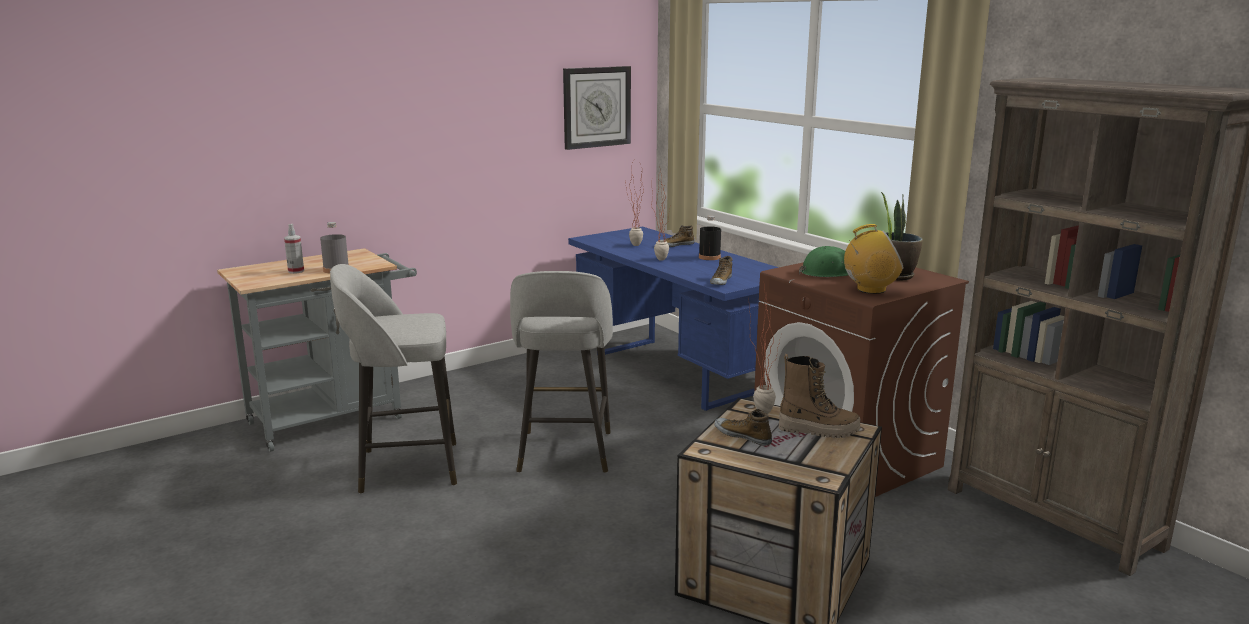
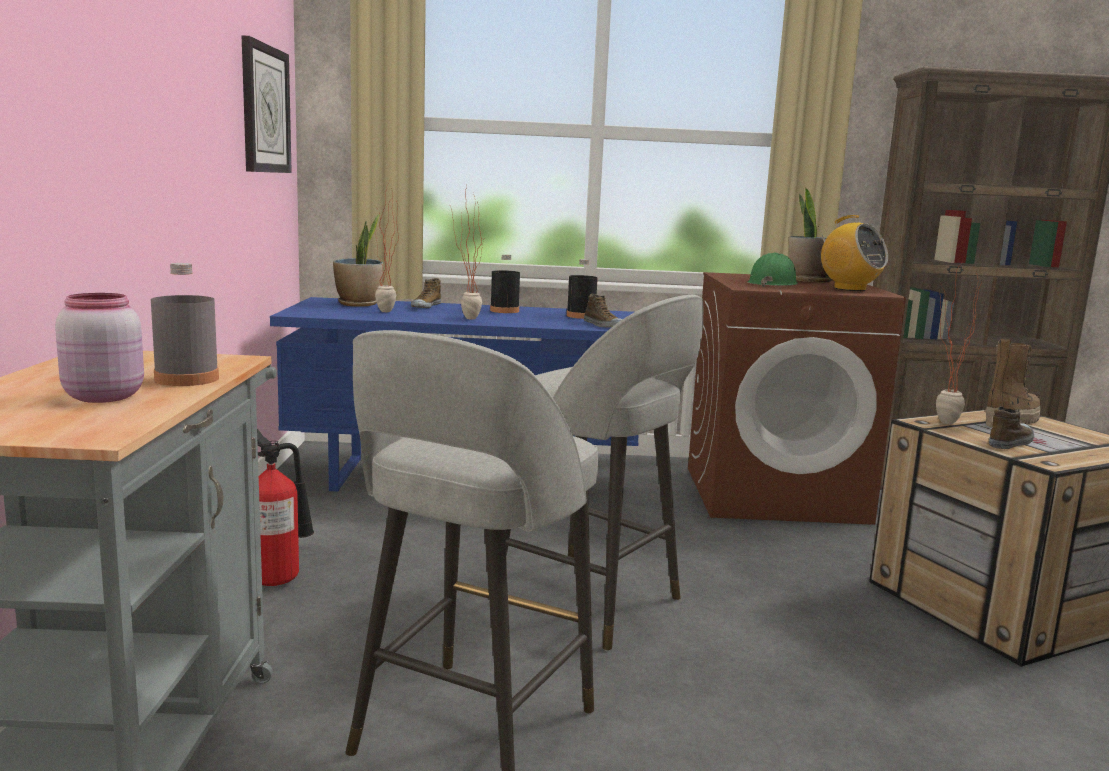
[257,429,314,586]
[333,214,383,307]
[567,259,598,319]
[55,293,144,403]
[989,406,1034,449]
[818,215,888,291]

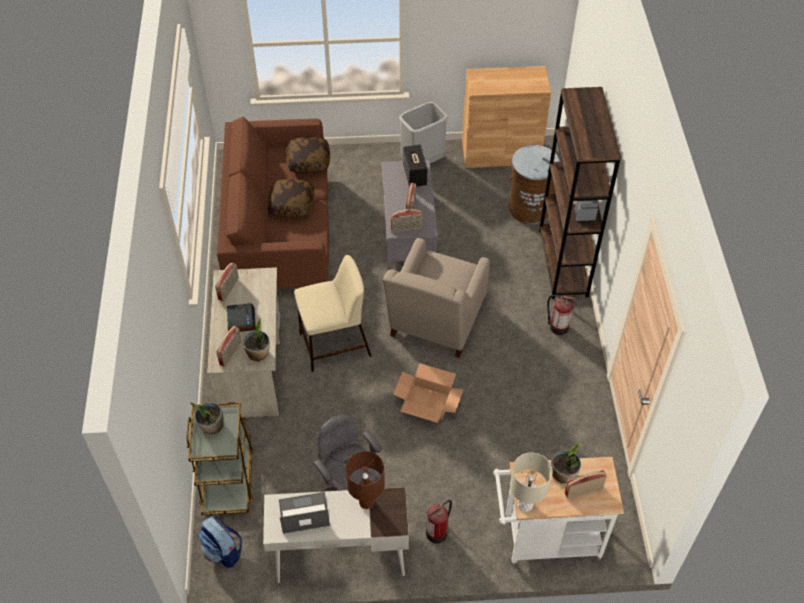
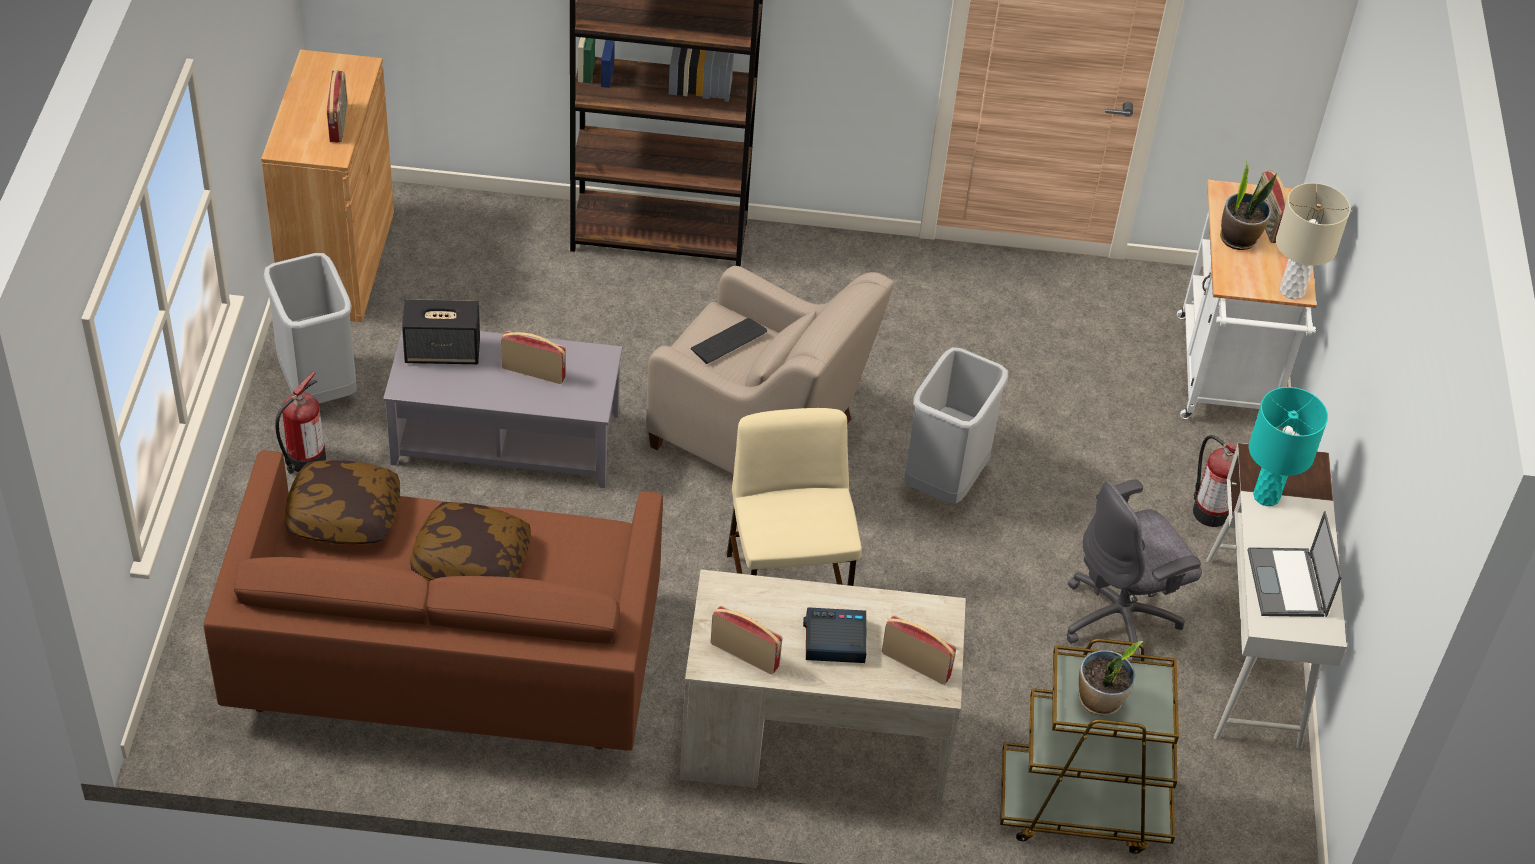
[198,517,242,568] (first image)
[243,318,270,362] (first image)
[509,145,560,225] (first image)
[691,318,767,364]
[327,70,347,142]
[275,371,326,474]
[904,347,1008,504]
[1249,387,1328,506]

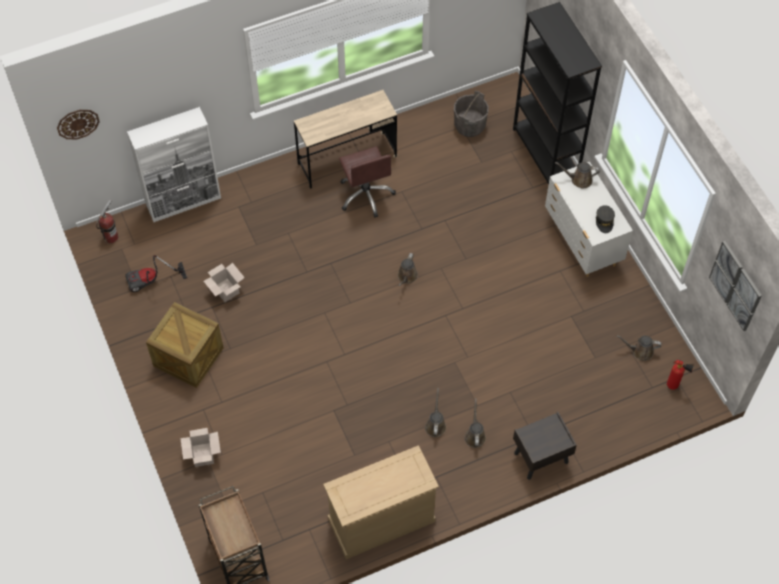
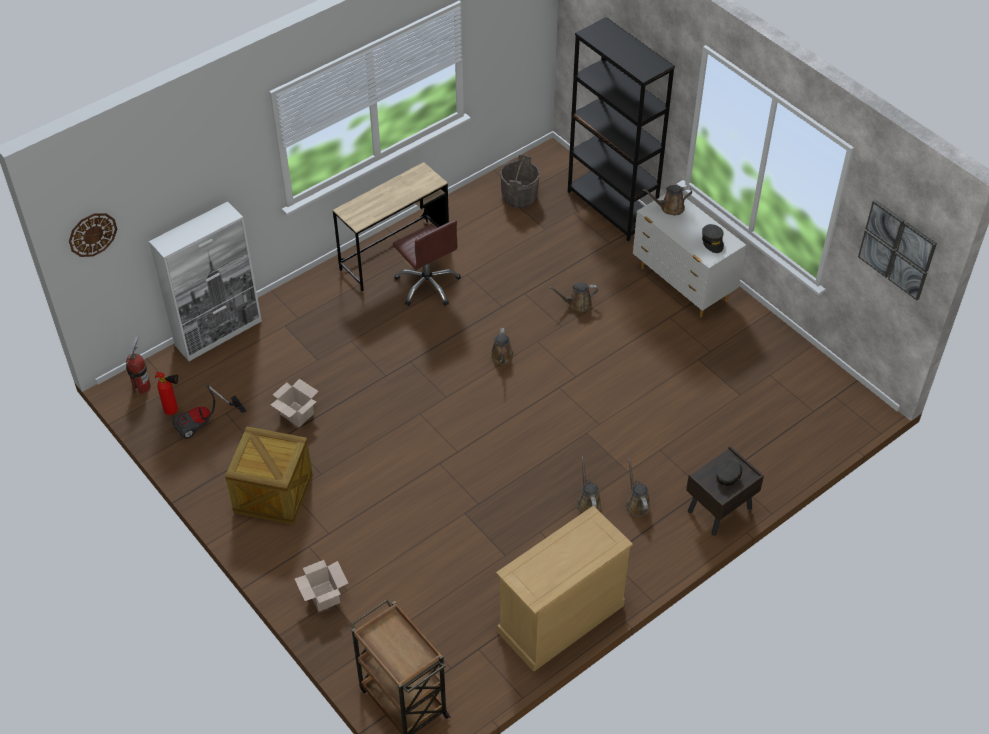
[716,459,742,486]
[549,282,598,312]
[155,372,179,415]

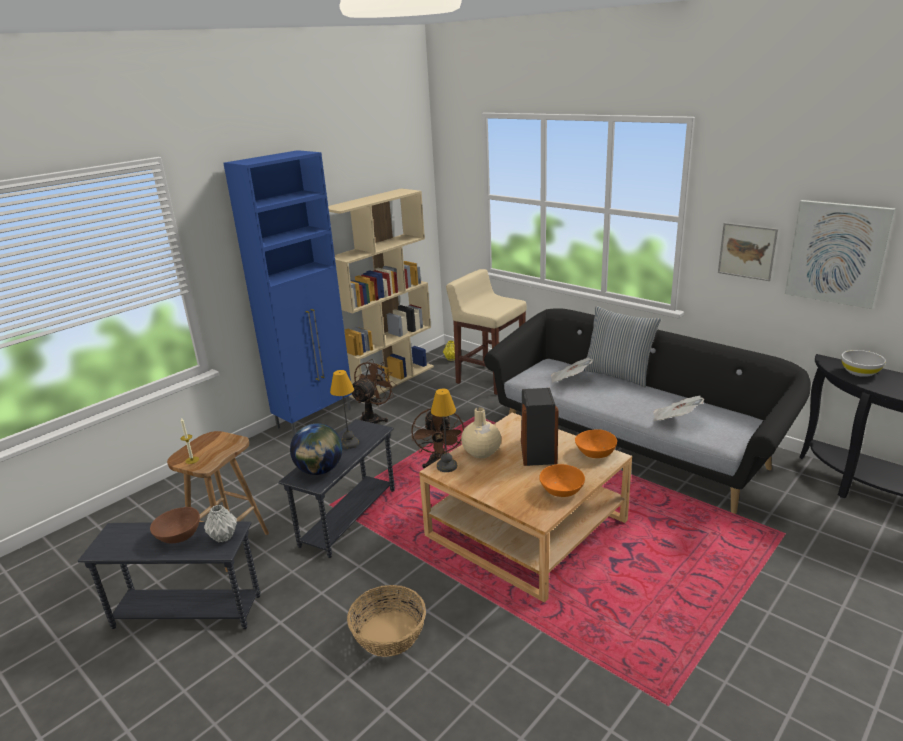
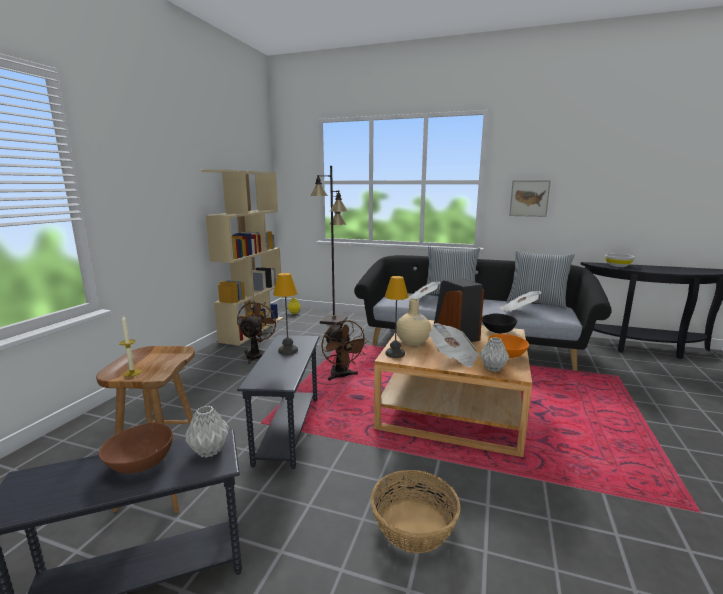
[223,150,352,437] (first image)
[290,423,343,475] (first image)
[785,200,895,309] (first image)
[429,323,480,368]
[480,337,509,372]
[507,250,575,309]
[310,166,348,325]
[482,313,517,334]

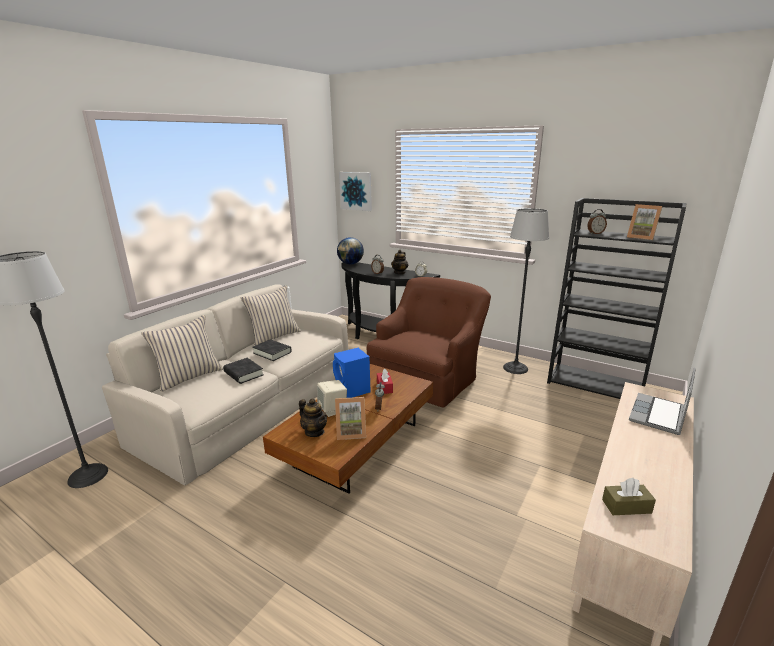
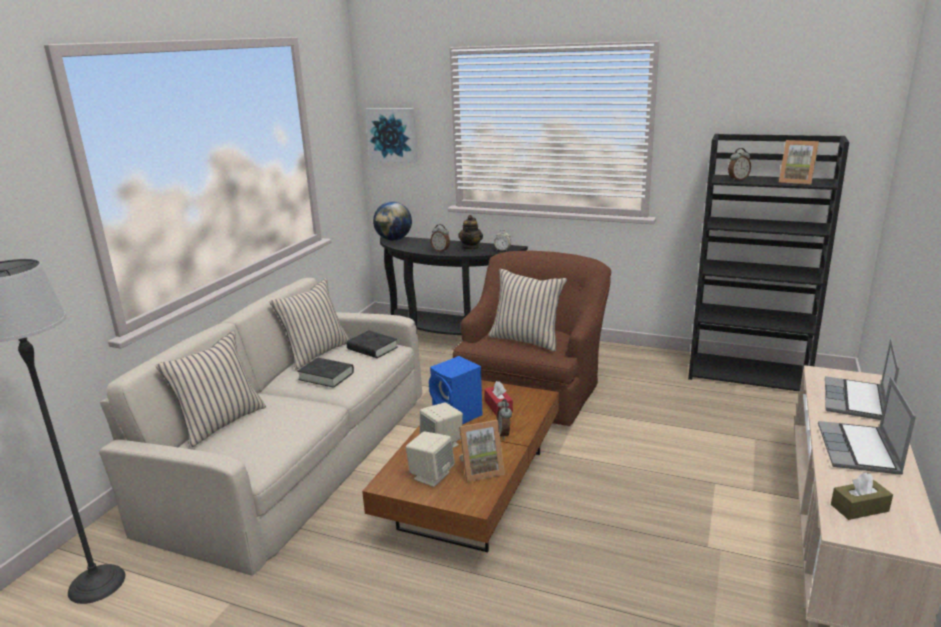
[503,208,549,374] (first image)
[488,269,567,352]
[818,377,916,475]
[346,330,398,358]
[406,431,455,487]

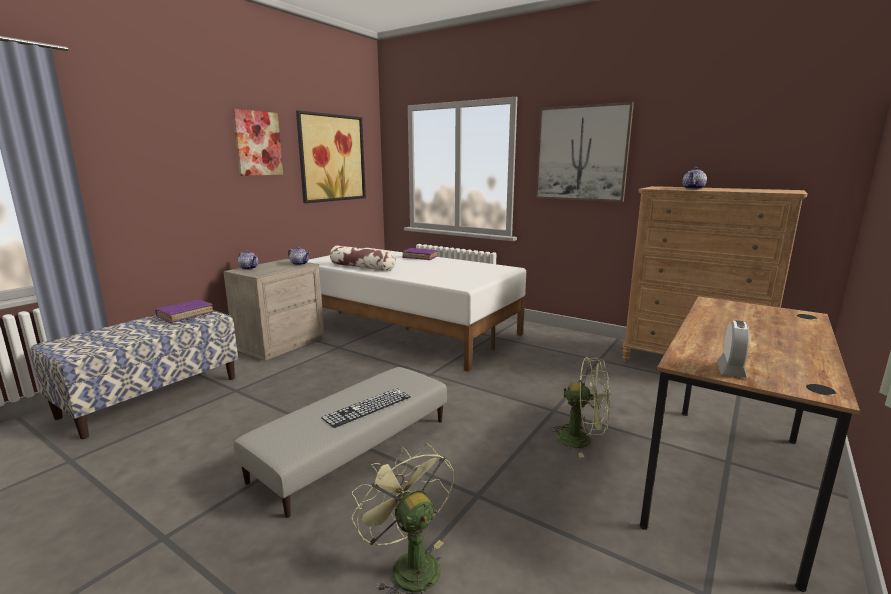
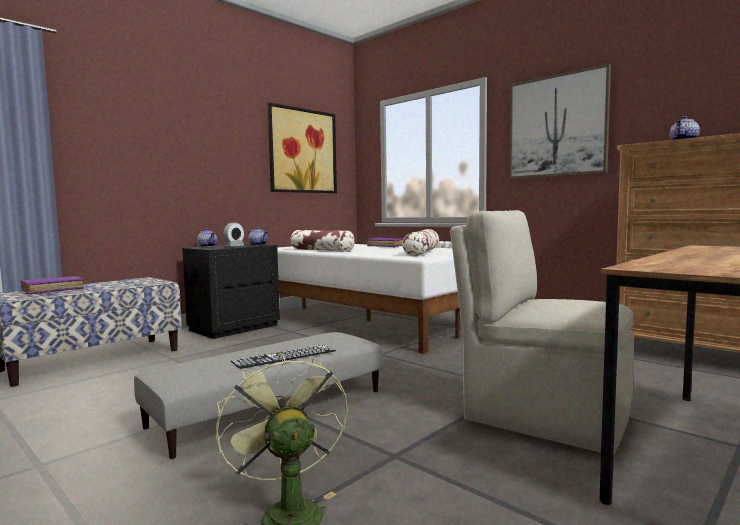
[232,109,283,176] (first image)
[402,229,439,256]
[20,276,84,294]
[223,222,244,247]
[450,210,634,453]
[182,244,280,339]

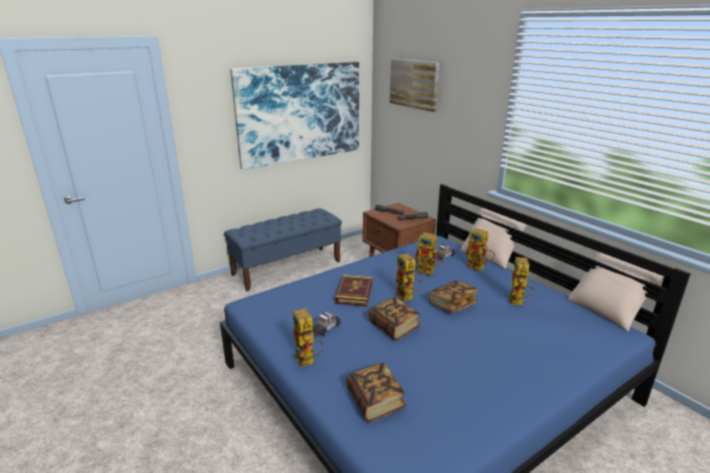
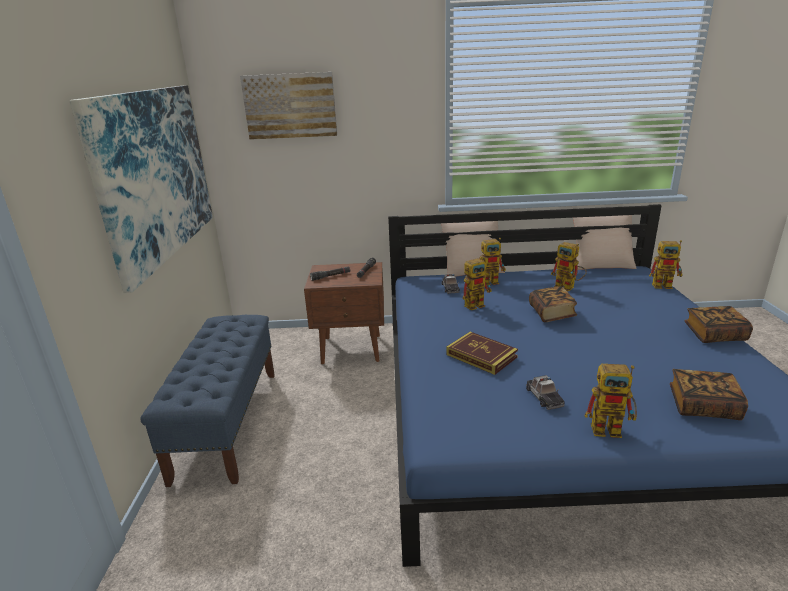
[684,306,753,343]
[649,240,683,289]

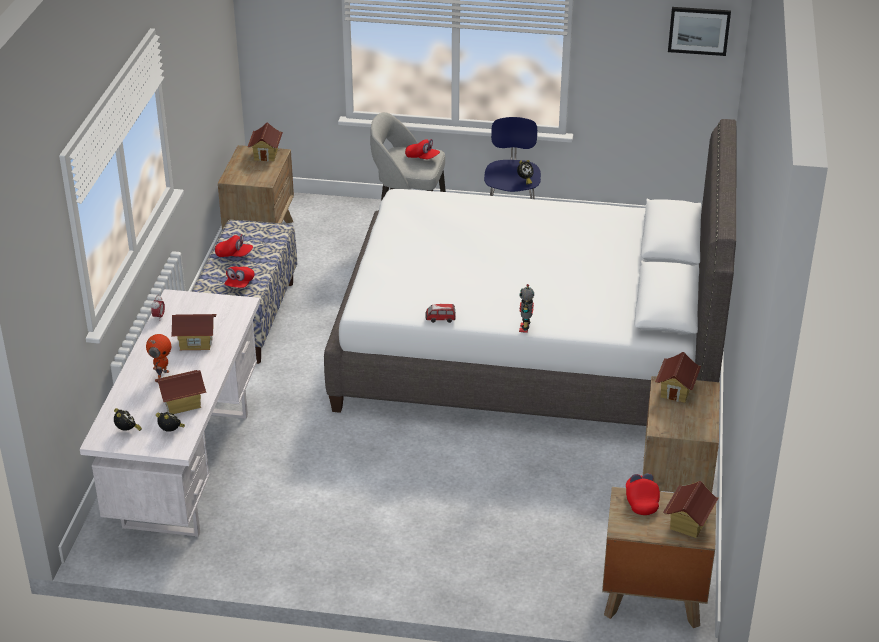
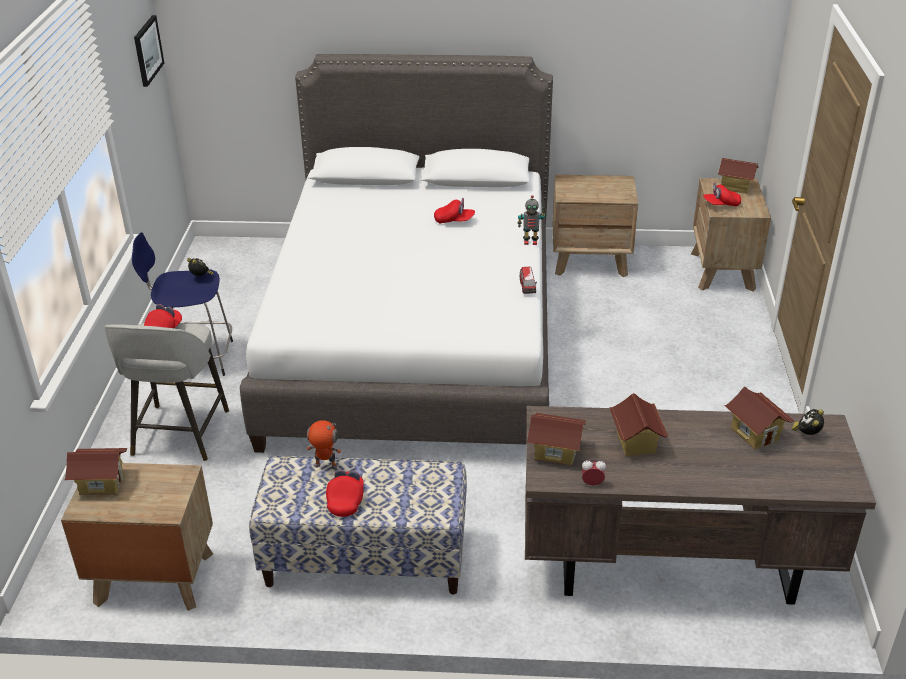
[114,408,142,431] (first image)
[306,420,341,469]
[434,198,475,223]
[527,413,586,465]
[525,406,876,605]

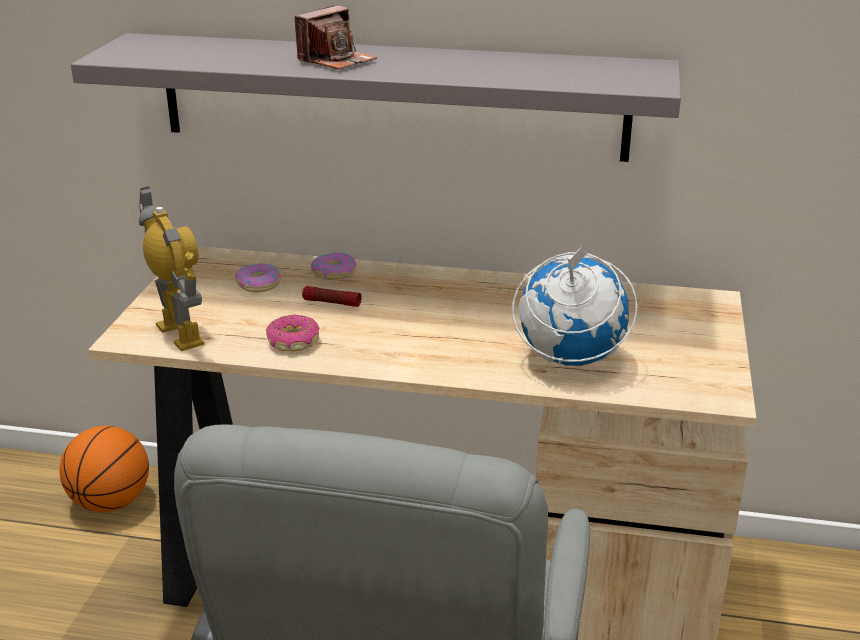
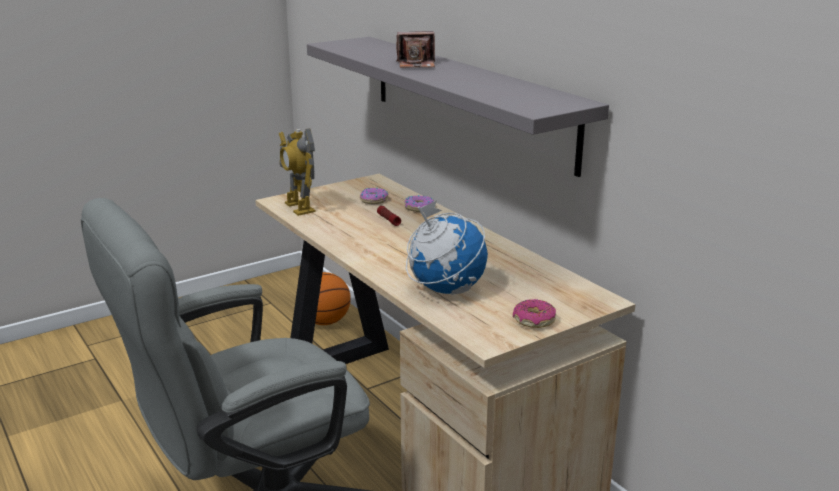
[513,299,556,328]
[279,128,316,216]

